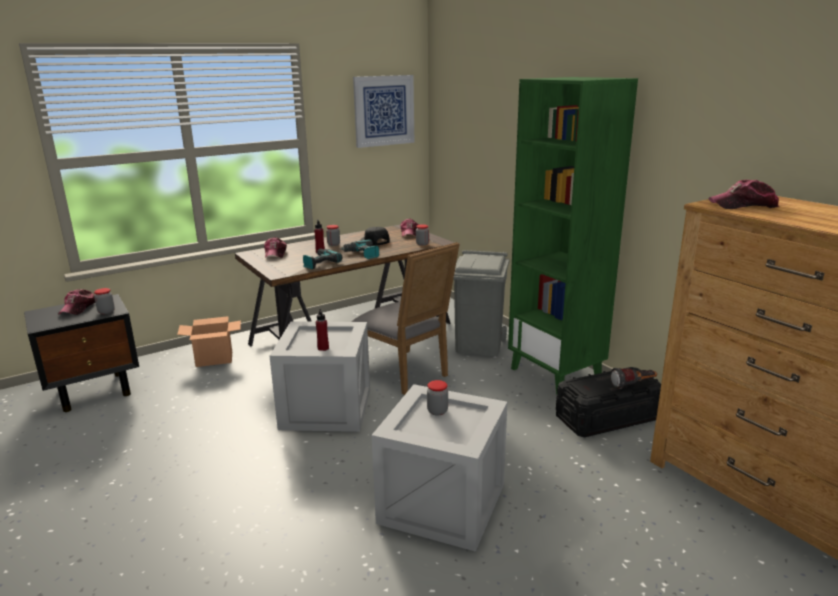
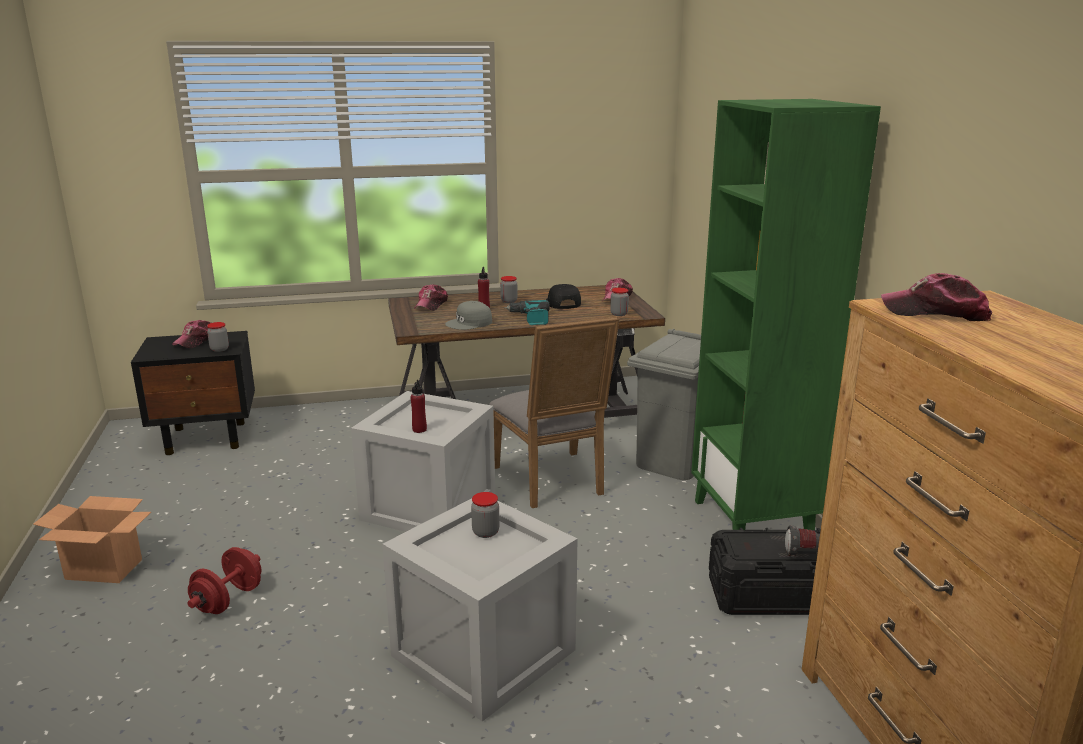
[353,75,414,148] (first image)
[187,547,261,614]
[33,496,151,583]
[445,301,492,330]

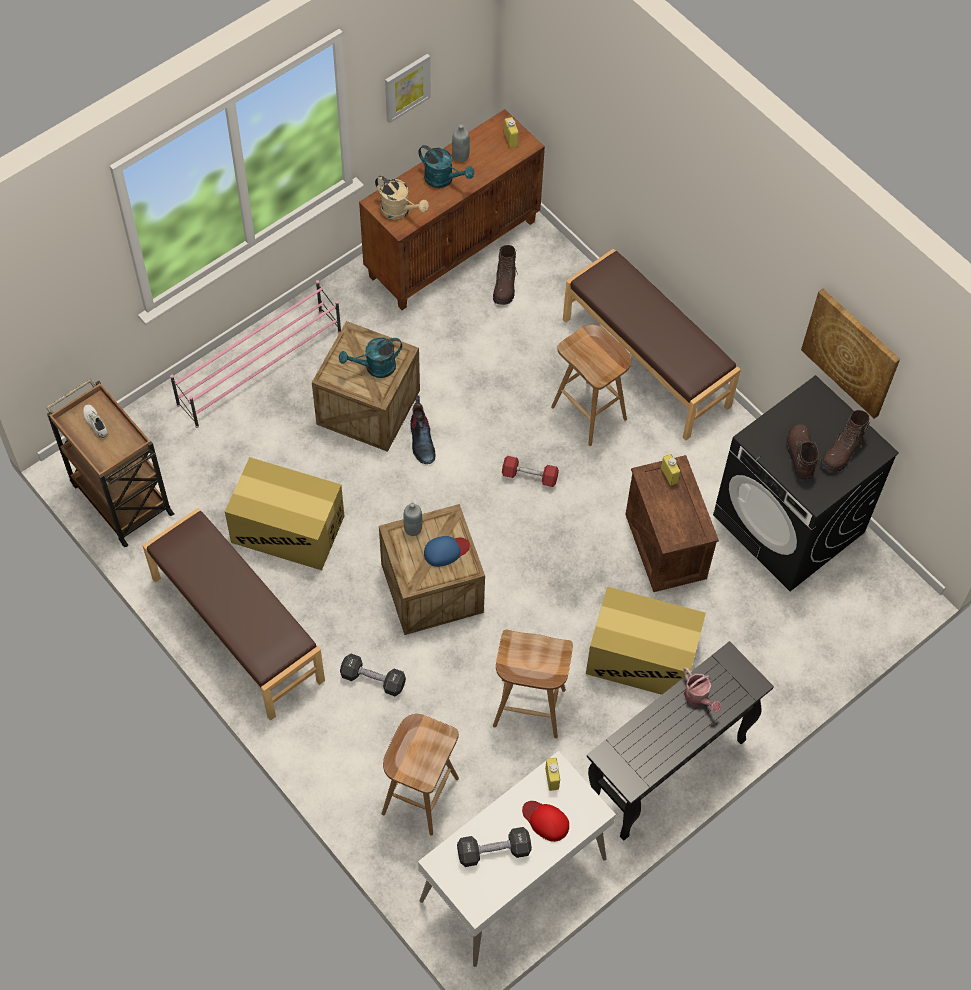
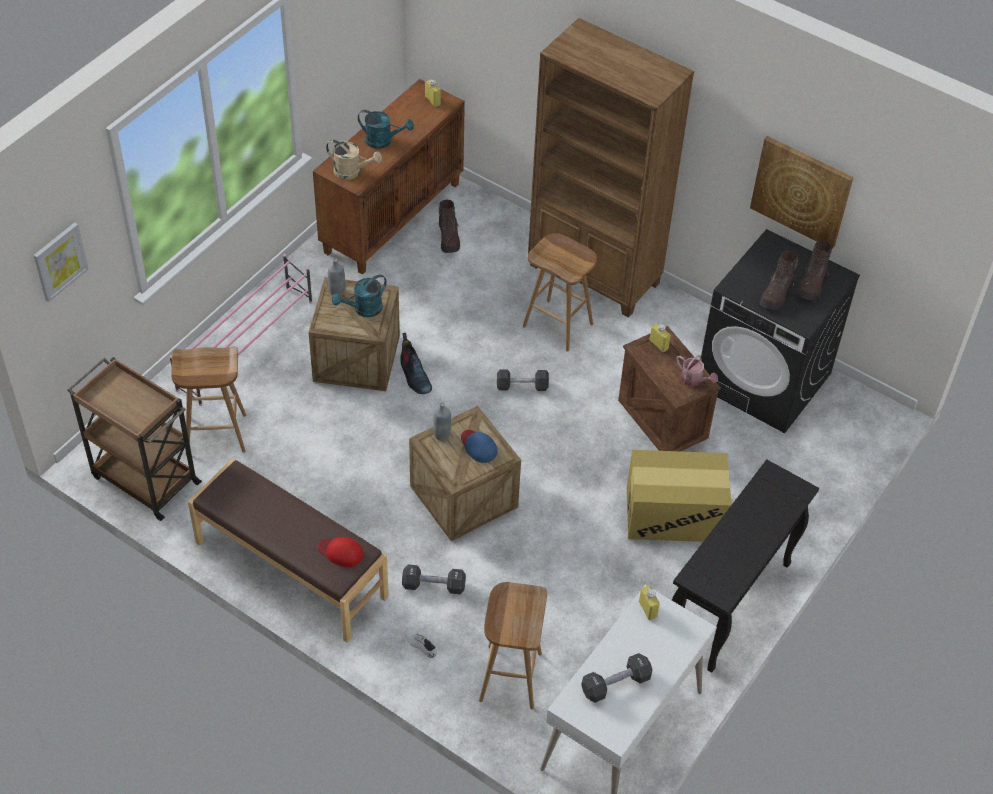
[225,457,344,570] (first image)
[405,629,437,658]
[34,222,89,302]
[328,258,345,296]
[171,346,246,453]
[318,537,363,567]
[676,355,718,386]
[528,18,694,318]
[497,370,549,391]
[461,430,497,463]
[760,251,799,310]

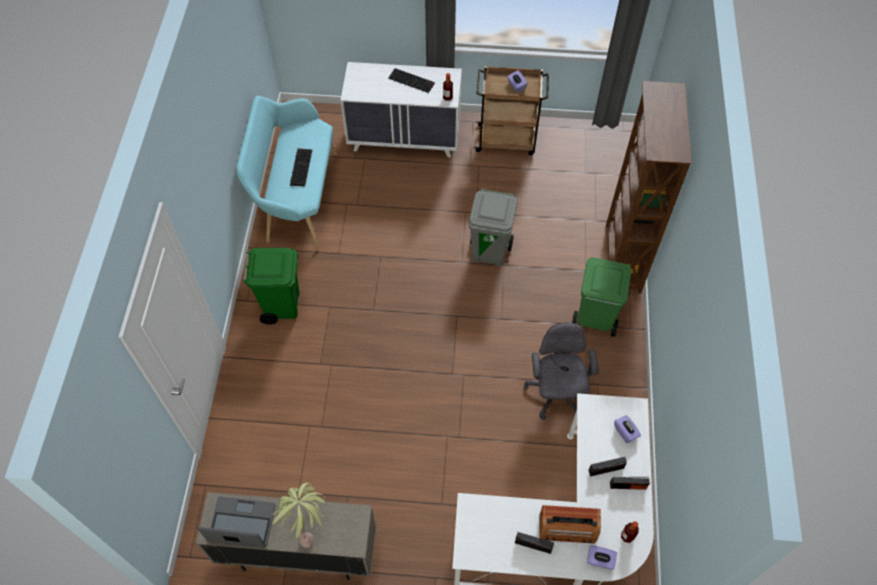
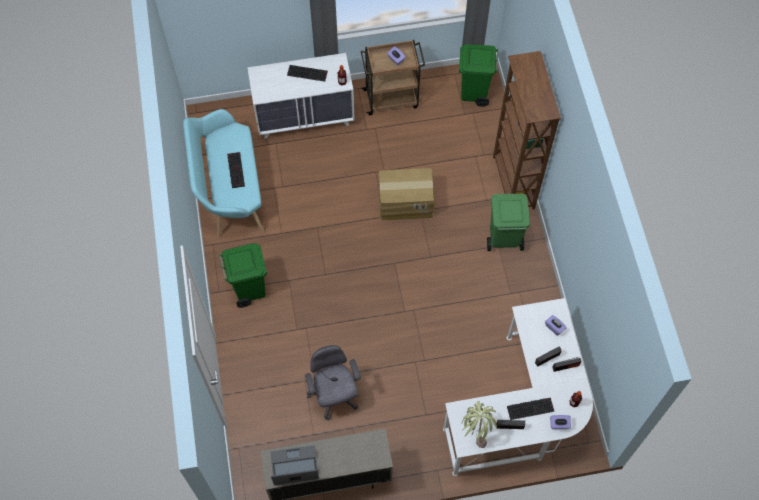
[459,44,499,107]
[462,401,497,448]
[305,345,361,420]
[379,168,435,220]
[507,398,554,420]

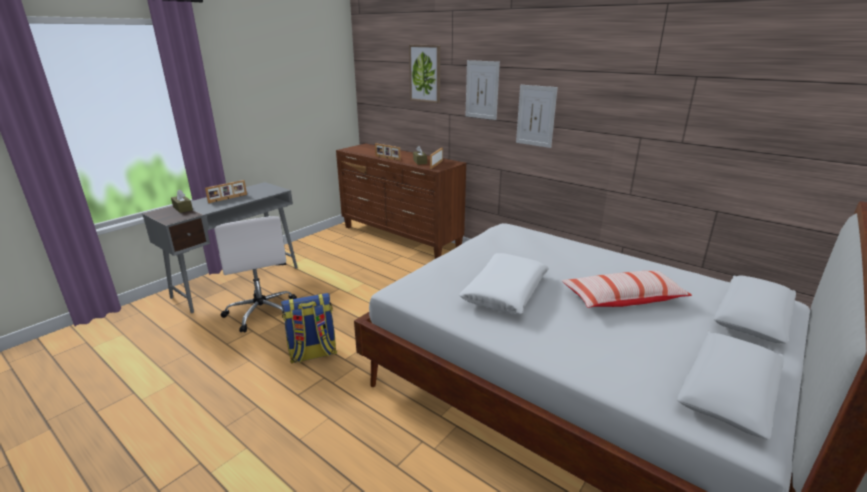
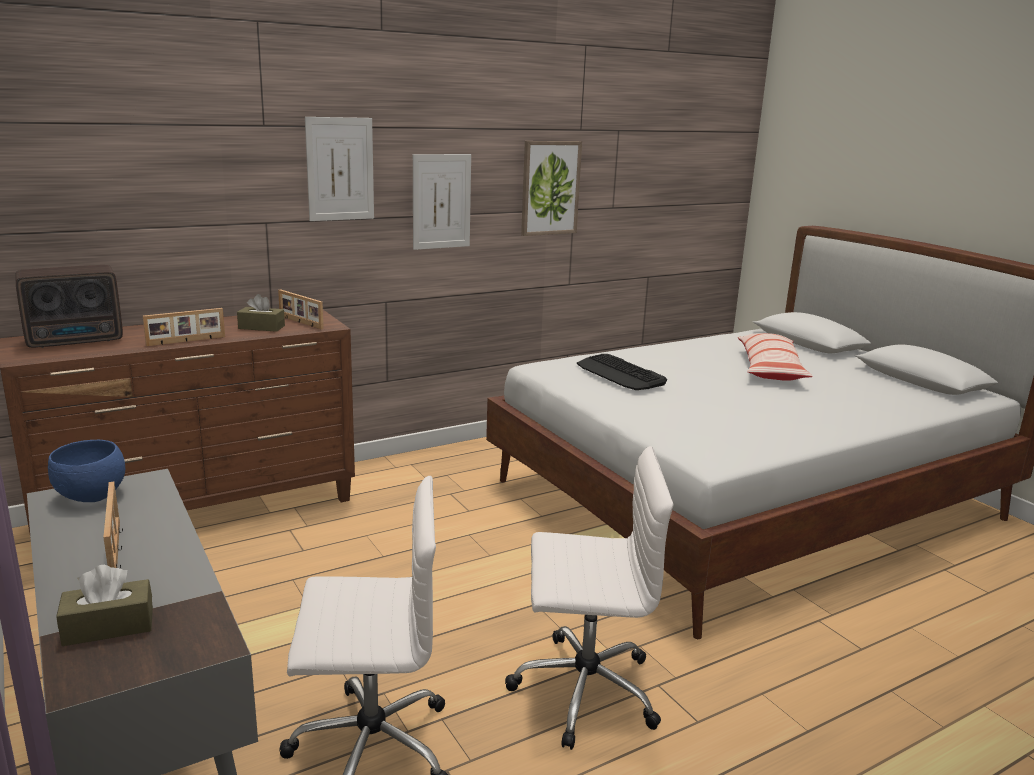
[459,253,549,315] (first image)
[15,265,123,348]
[48,440,125,502]
[577,354,667,390]
[521,141,582,236]
[505,446,673,750]

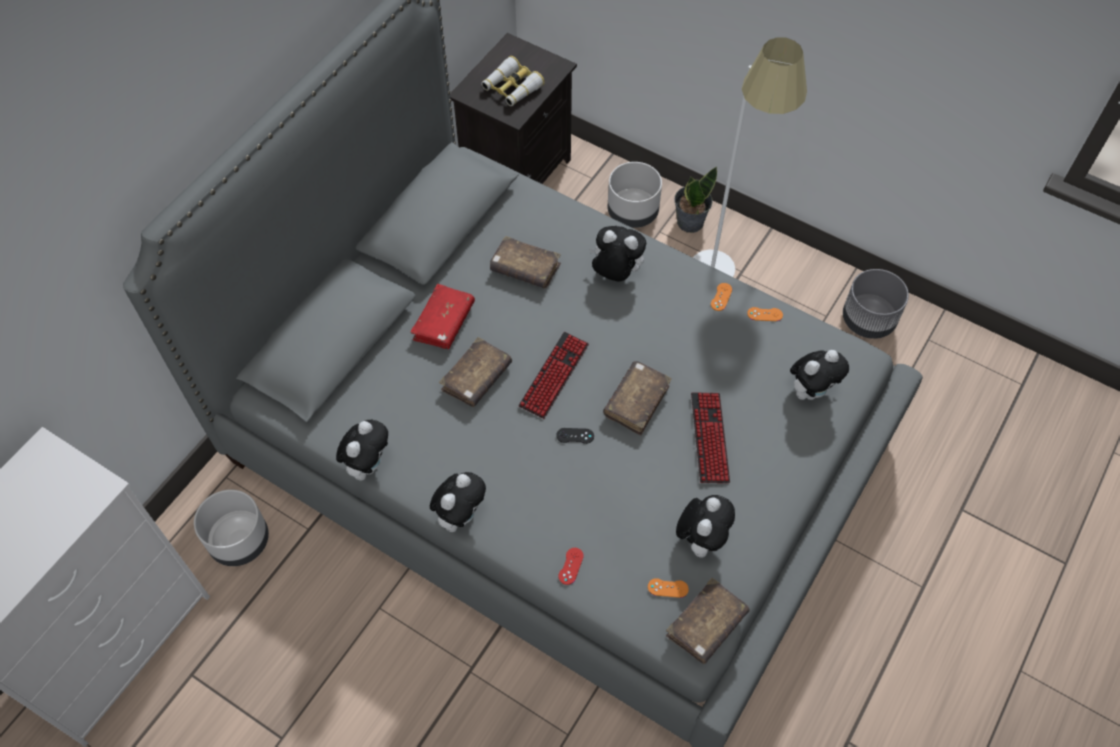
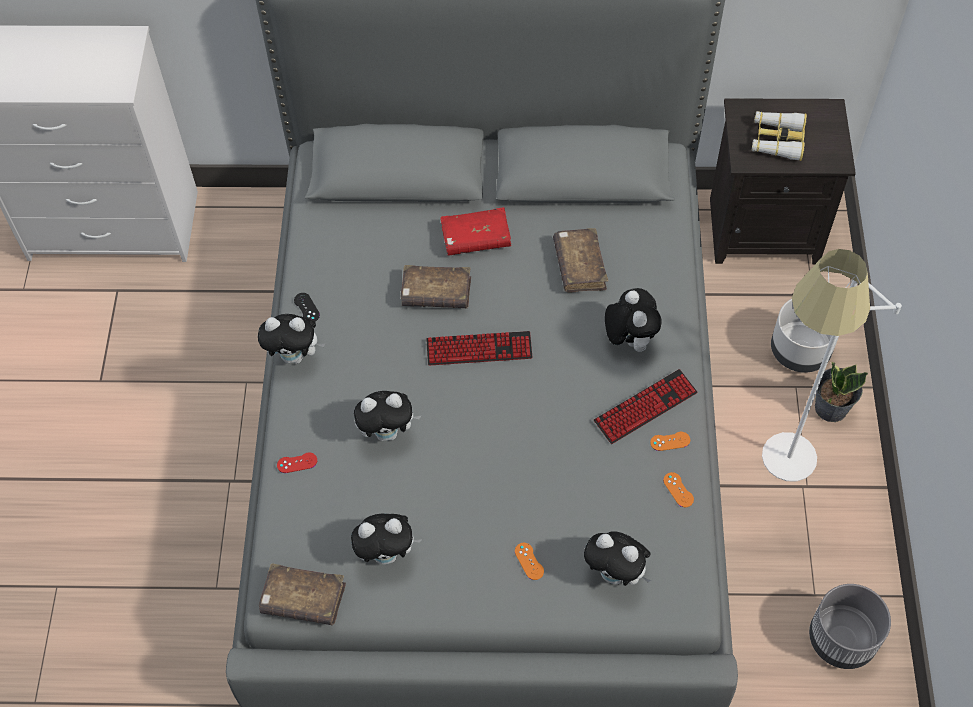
[194,489,269,566] (first image)
[603,361,672,436] (first image)
[354,391,421,441]
[294,293,320,322]
[515,543,544,580]
[594,369,697,444]

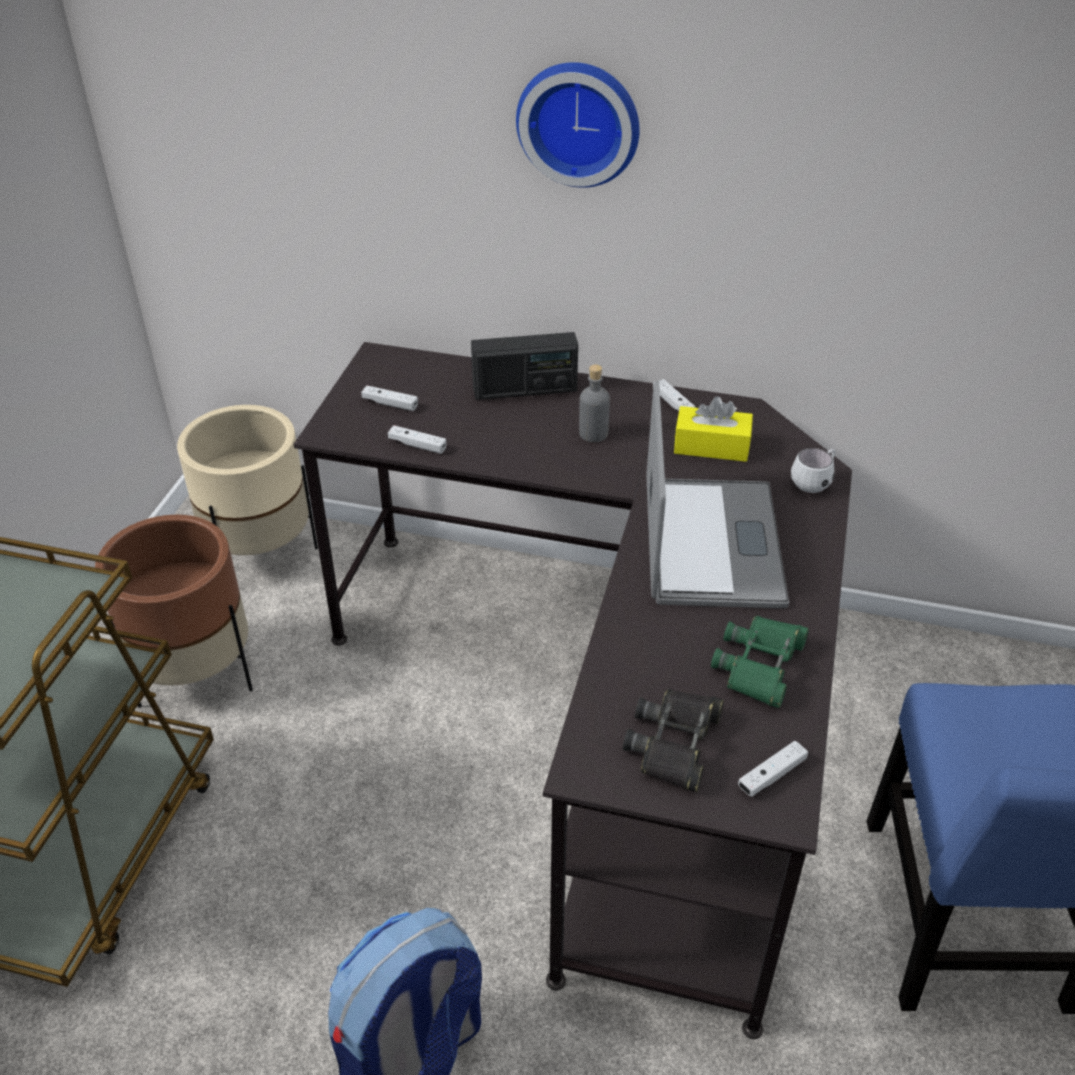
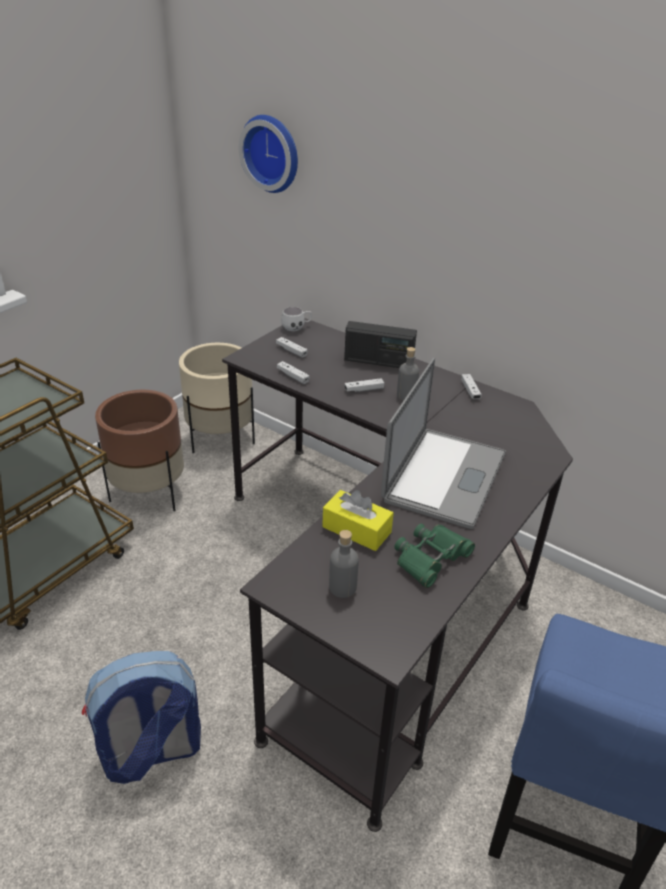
[239,115,298,193]
[322,490,394,551]
[344,378,385,392]
[281,307,312,331]
[329,530,359,598]

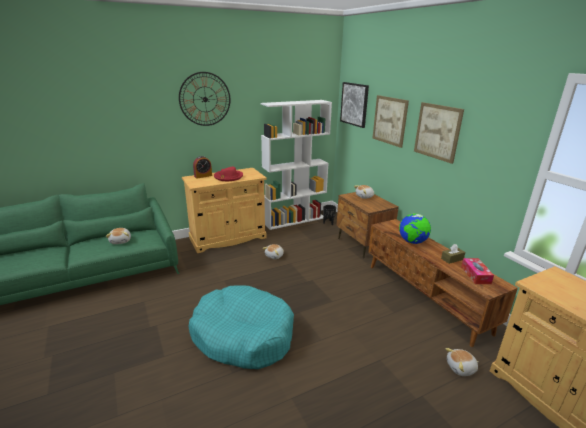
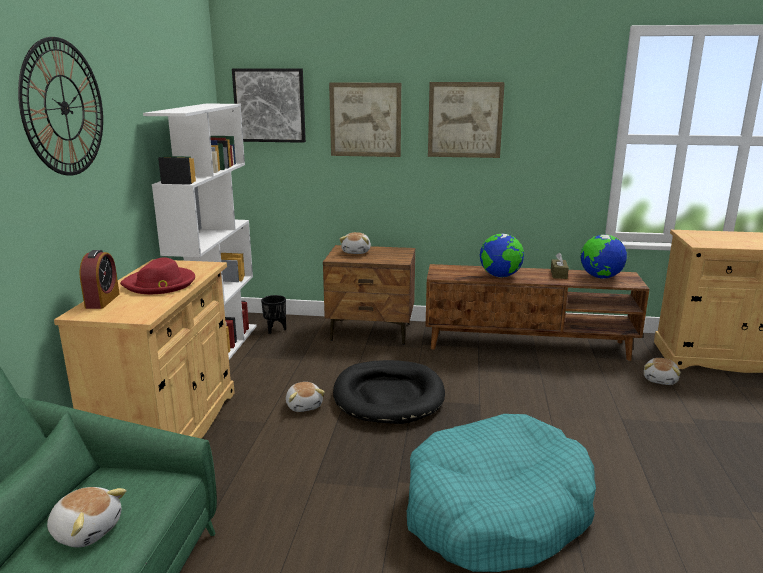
[333,360,445,424]
[580,234,627,279]

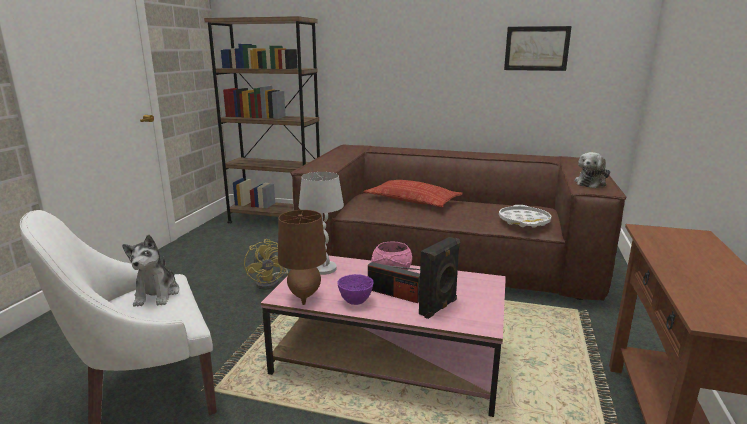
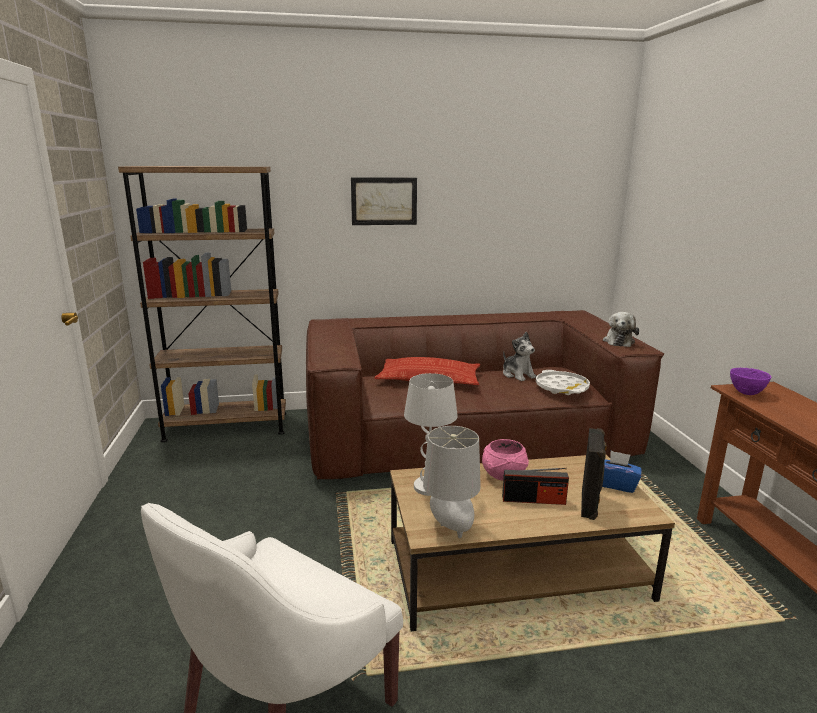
[244,239,288,290] (first image)
[602,451,641,493]
[503,331,537,382]
[730,368,772,395]
[351,178,417,225]
[390,455,675,631]
[423,426,481,538]

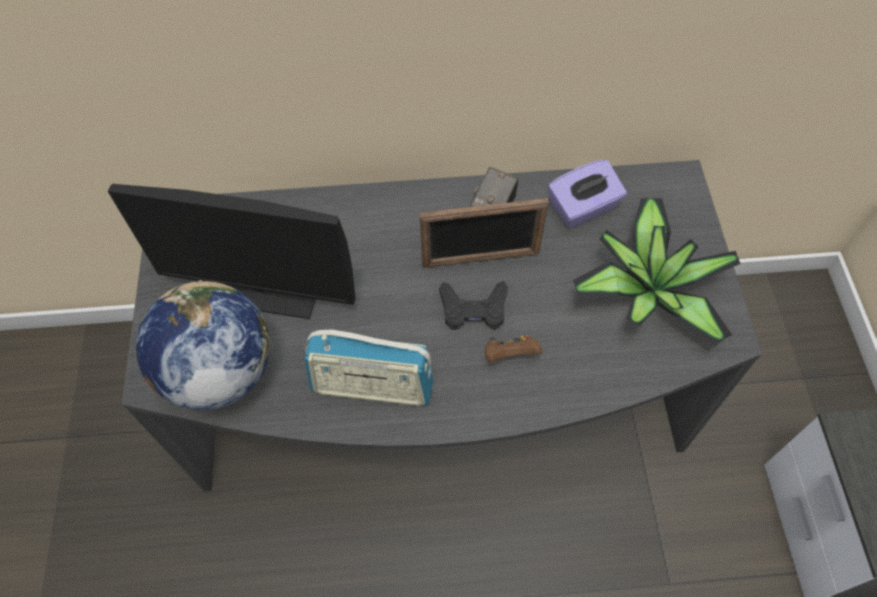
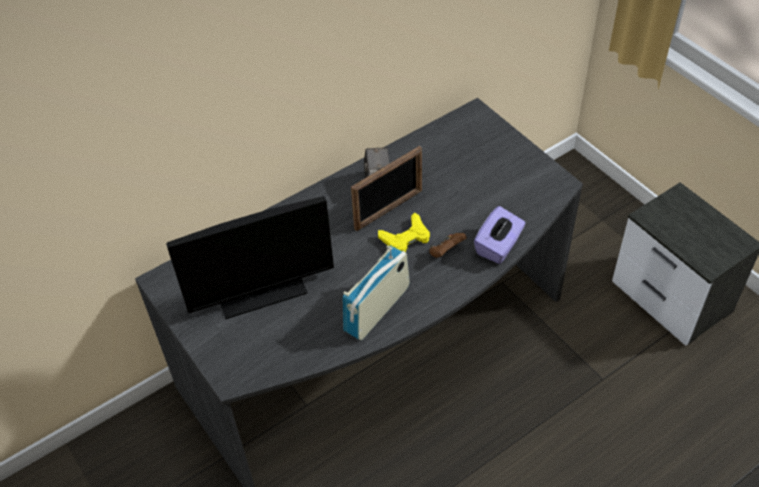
[136,280,270,410] (first image)
[573,198,741,346] (first image)
[474,206,526,264]
[378,212,430,252]
[343,245,410,340]

